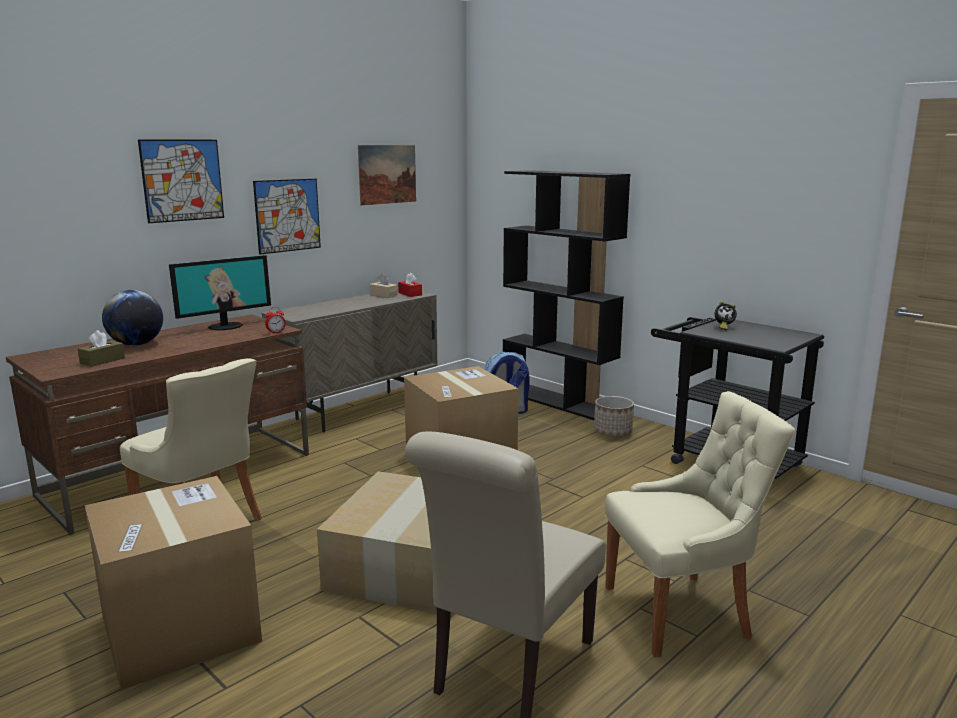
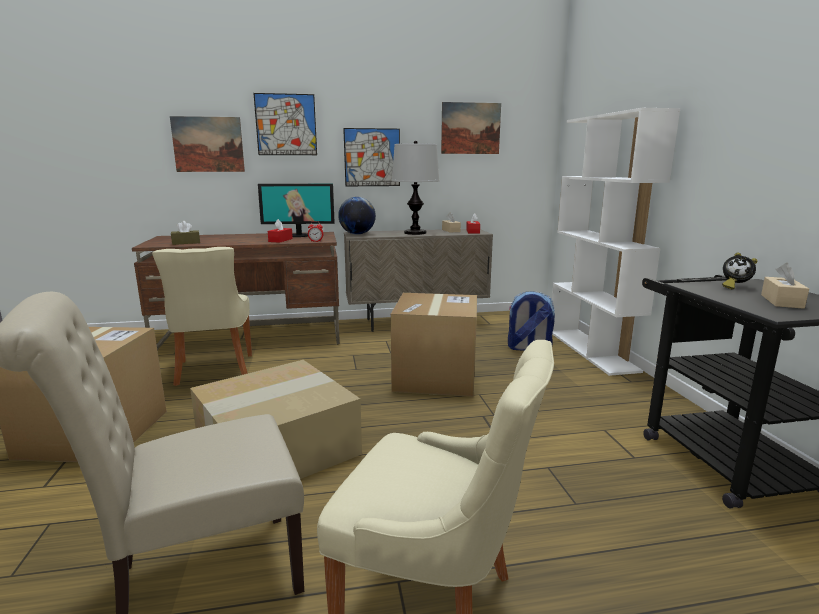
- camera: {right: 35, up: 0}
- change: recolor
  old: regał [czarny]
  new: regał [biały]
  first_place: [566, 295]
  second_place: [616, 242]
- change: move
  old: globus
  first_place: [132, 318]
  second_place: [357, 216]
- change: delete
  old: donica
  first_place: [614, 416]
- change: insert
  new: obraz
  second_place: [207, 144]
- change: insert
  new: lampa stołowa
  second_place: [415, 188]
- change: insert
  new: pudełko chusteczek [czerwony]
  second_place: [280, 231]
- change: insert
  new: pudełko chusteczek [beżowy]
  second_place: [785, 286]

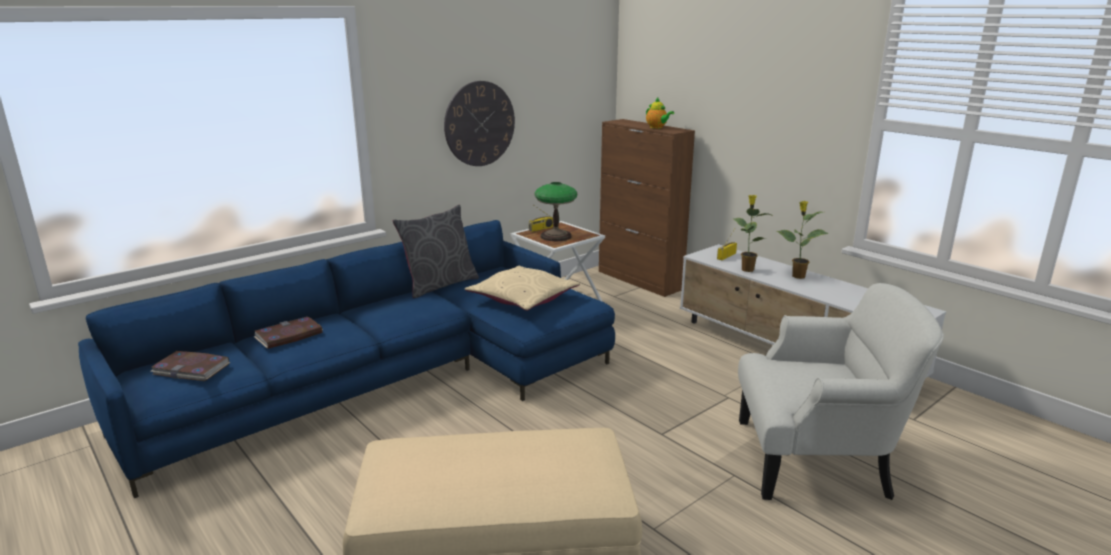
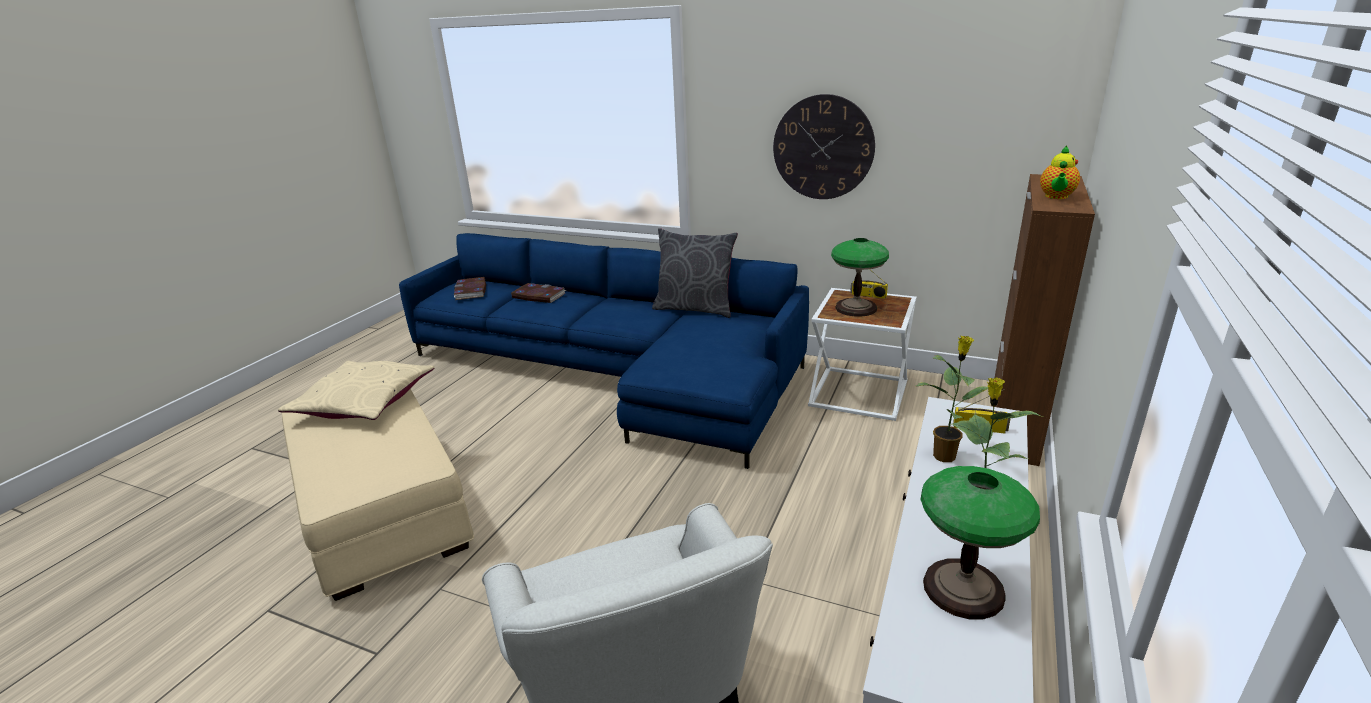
- camera: {right: 65, up: 5}
- change: move
  old: poduszka [beżowy]
  first_place: [522, 288]
  second_place: [356, 390]
- change: insert
  new: lampa stołowa
  second_place: [980, 542]

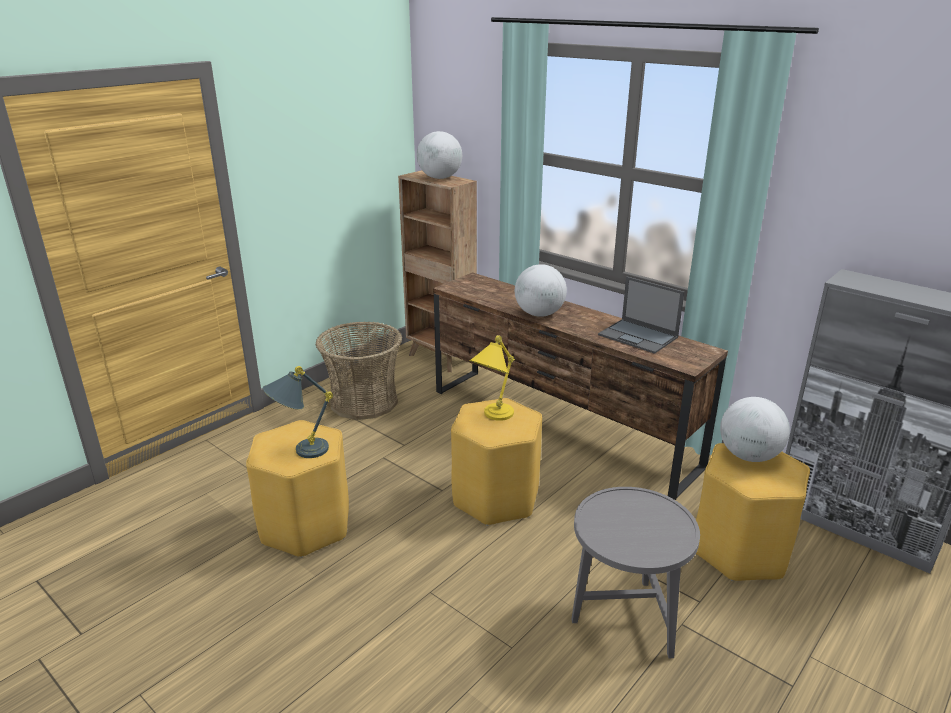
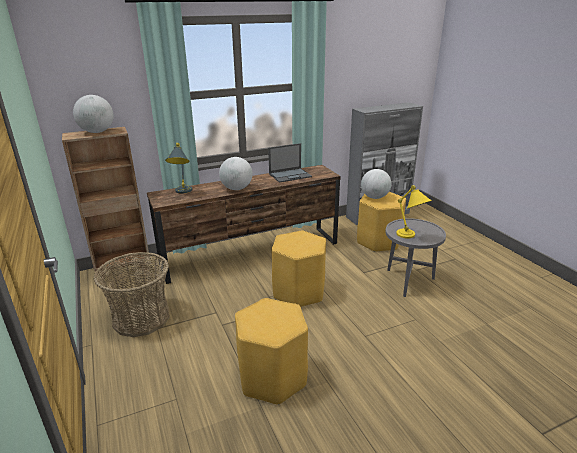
- camera: {right: -65, up: 0}
- change: move
  old: lampa stołowa [żółty]
  first_place: [492, 378]
  second_place: [414, 212]
- change: move
  old: lampa stołowa [szary]
  first_place: [298, 412]
  second_place: [178, 168]

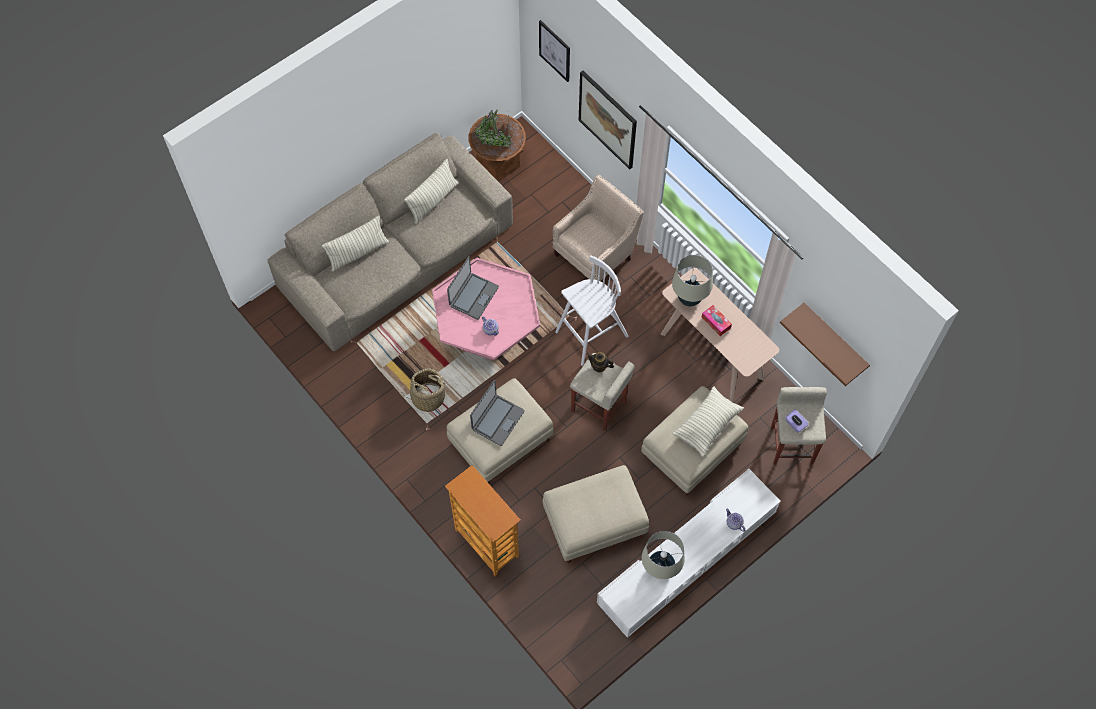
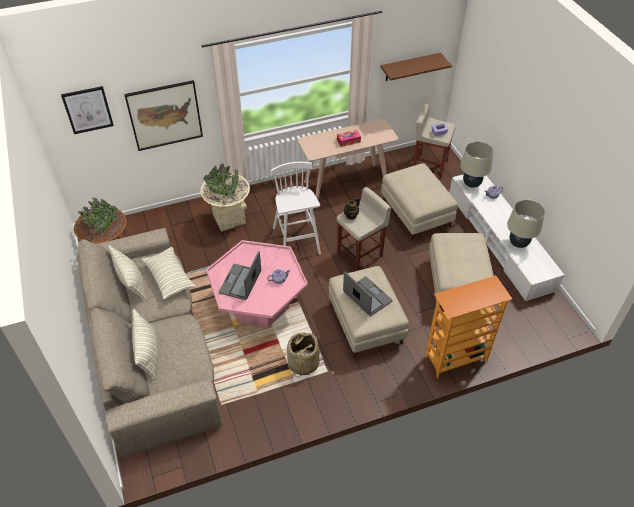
- camera: {right: -70, up: -15}
- change: replace
  old: fotel [beżowy]
  new: donica [beżowy]
  first_place: [598, 228]
  second_place: [225, 197]
- change: move
  old: lampa stołowa [beżowy]
  first_place: [692, 280]
  second_place: [476, 164]
- change: rotate
  old: laptop
  first_place: [473, 288]
  second_place: [240, 275]
  degrees: -120
- change: move
  old: poduszka
  first_place: [708, 421]
  second_place: [169, 273]

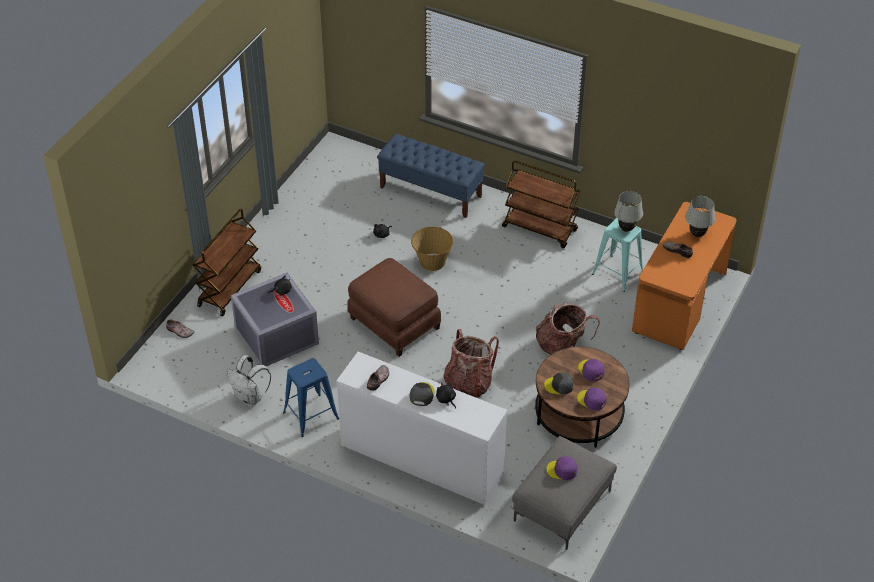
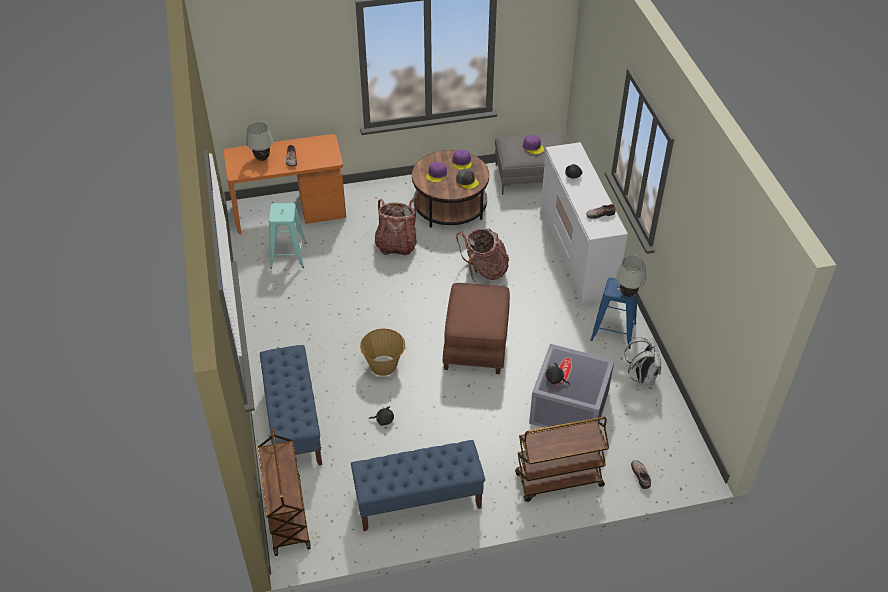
- camera: {right: -130, up: 0}
- change: move
  old: wózek [brązowy]
  first_place: [541, 204]
  second_place: [284, 491]
- change: move
  old: lampa stołowa [biały]
  first_place: [628, 211]
  second_place: [631, 276]
- change: delete
  old: czapka z daszkiem [szary]
  first_place: [422, 394]
- change: insert
  new: ławka [niebieski]
  second_place: [418, 485]

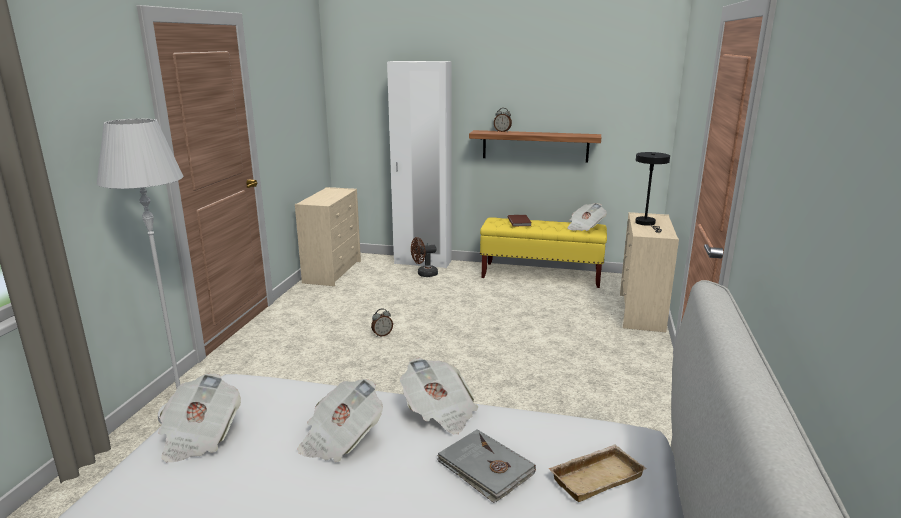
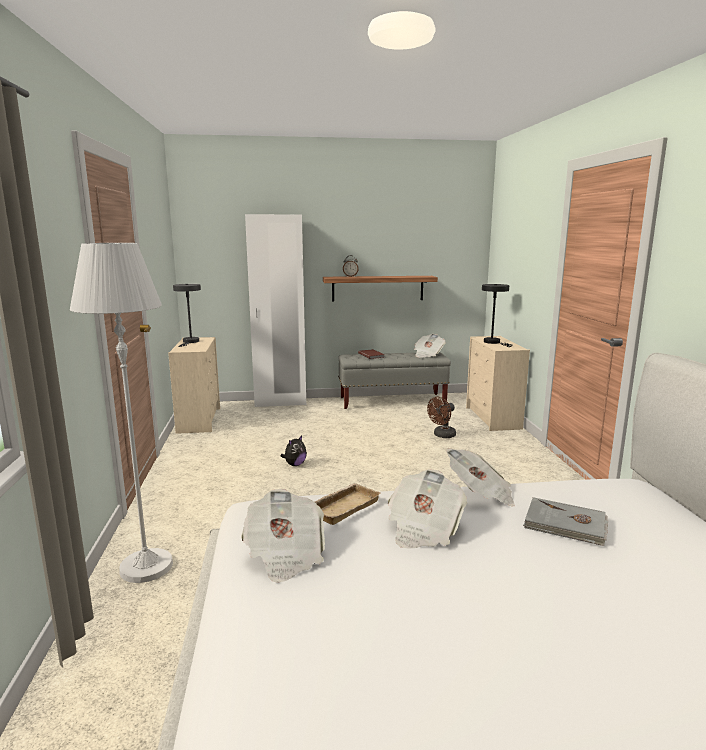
- camera: {right: -20, up: -5}
- change: recolor
  old: ławka [żółty]
  new: ławka [szary]
  first_place: [543, 252]
  second_place: [394, 380]
- change: move
  old: wentylator [brązowy]
  first_place: [424, 257]
  second_place: [441, 417]
- change: replace
  old: budzik
  new: pluszak
  first_place: [382, 322]
  second_place: [294, 451]
- change: move
  old: taca [beżowy]
  first_place: [597, 473]
  second_place: [347, 504]
- change: insert
  new: lampa stołowa [szary]
  second_place: [187, 315]

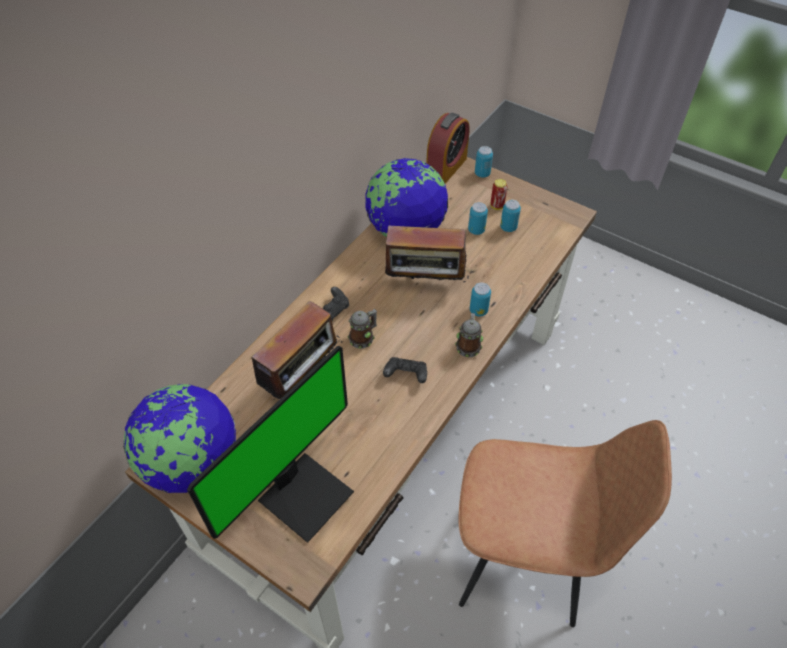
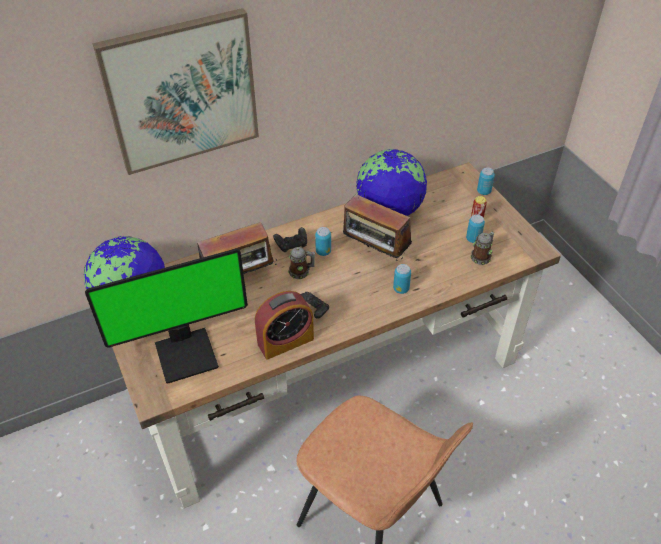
- camera: {right: 30, up: -5}
- change: move
  old: budzik
  first_place: [448, 148]
  second_place: [284, 325]
- change: move
  old: puszka
  first_place: [478, 218]
  second_place: [323, 241]
- change: move
  old: kubek
  first_place: [469, 335]
  second_place: [482, 248]
- change: insert
  new: obraz
  second_place: [175, 91]

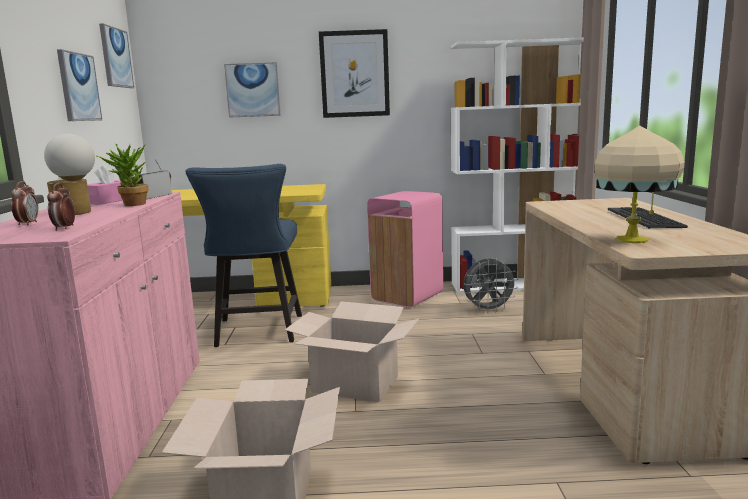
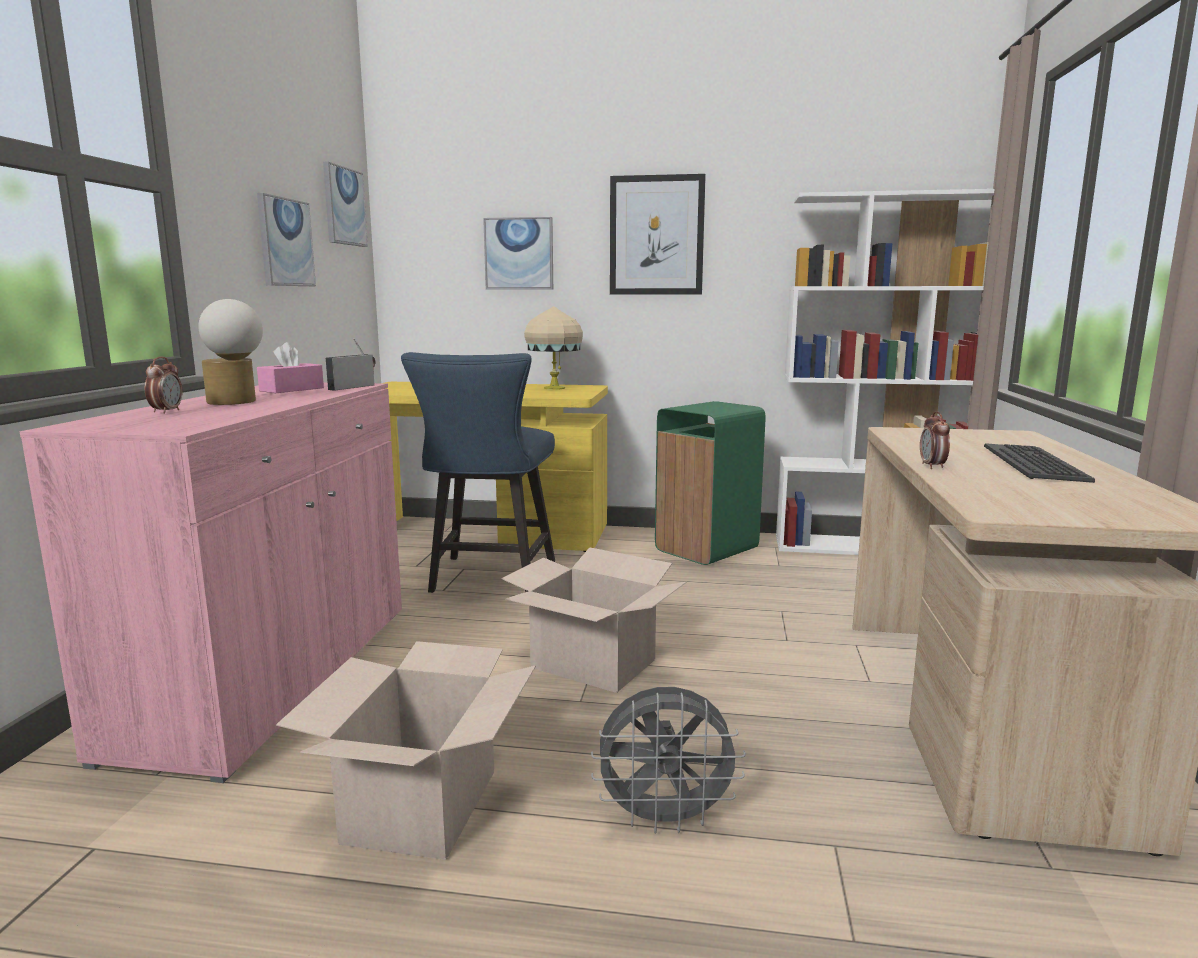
- camera: {right: 10, up: 0}
- change: move
  old: lampa stołowa [beżowy]
  first_place: [639, 184]
  second_place: [553, 348]
- change: delete
  old: roślina doniczkowa
  first_place: [122, 175]
- change: move
  old: budzik
  first_place: [61, 207]
  second_place: [935, 440]
- change: recolor
  old: kosz na śmieci [różowy]
  new: kosz na śmieci [zielony]
  first_place: [405, 249]
  second_place: [710, 483]
- change: move
  old: wentylator [szary]
  first_place: [491, 285]
  second_place: [668, 760]

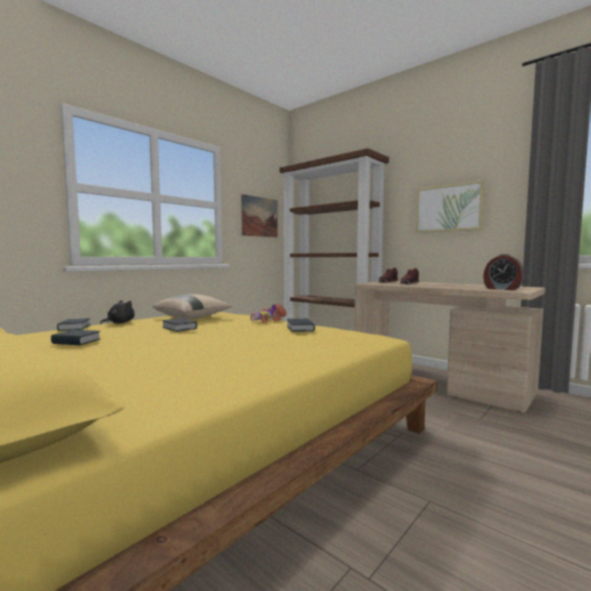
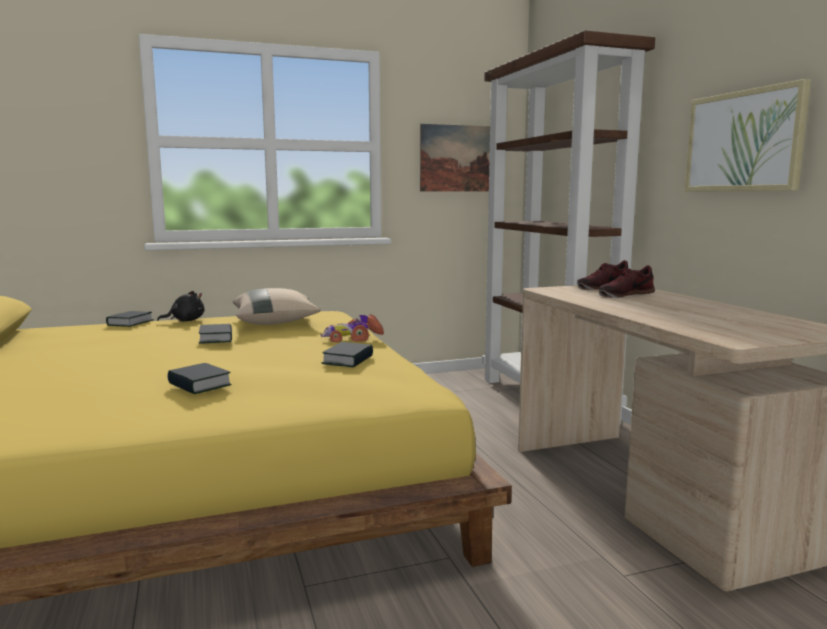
- camera: {right: 30, up: 5}
- change: delete
  old: budzik
  first_place: [503, 272]
- change: move
  old: książka
  first_place: [76, 337]
  second_place: [199, 378]

